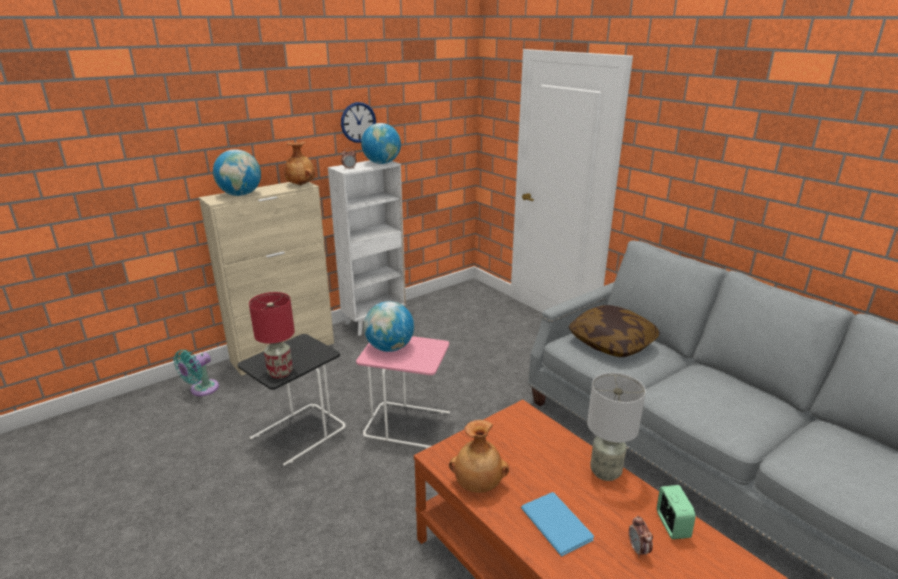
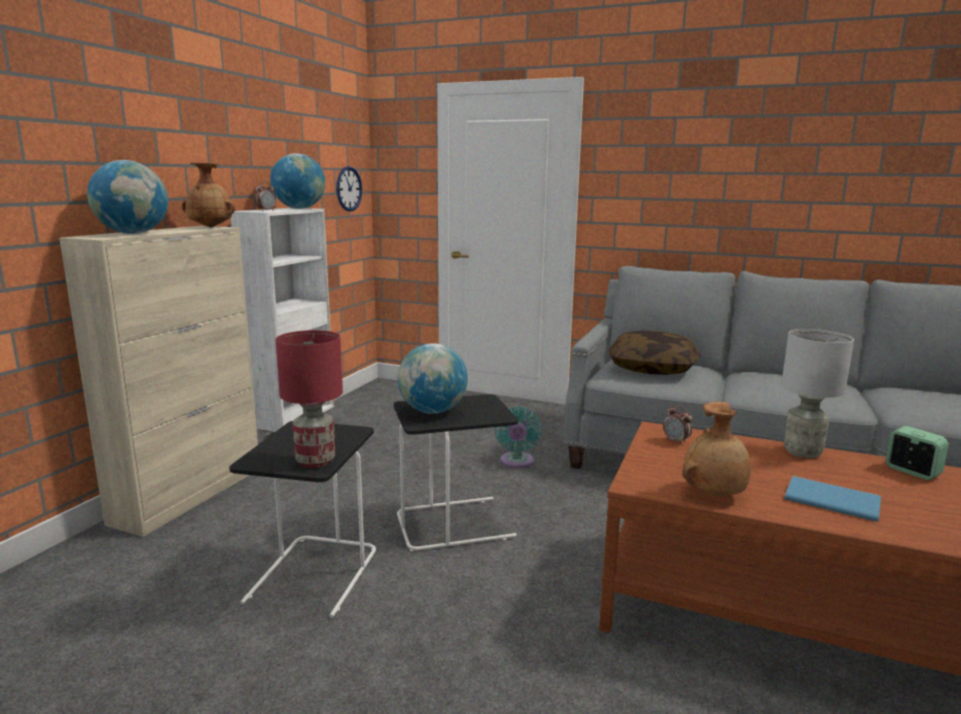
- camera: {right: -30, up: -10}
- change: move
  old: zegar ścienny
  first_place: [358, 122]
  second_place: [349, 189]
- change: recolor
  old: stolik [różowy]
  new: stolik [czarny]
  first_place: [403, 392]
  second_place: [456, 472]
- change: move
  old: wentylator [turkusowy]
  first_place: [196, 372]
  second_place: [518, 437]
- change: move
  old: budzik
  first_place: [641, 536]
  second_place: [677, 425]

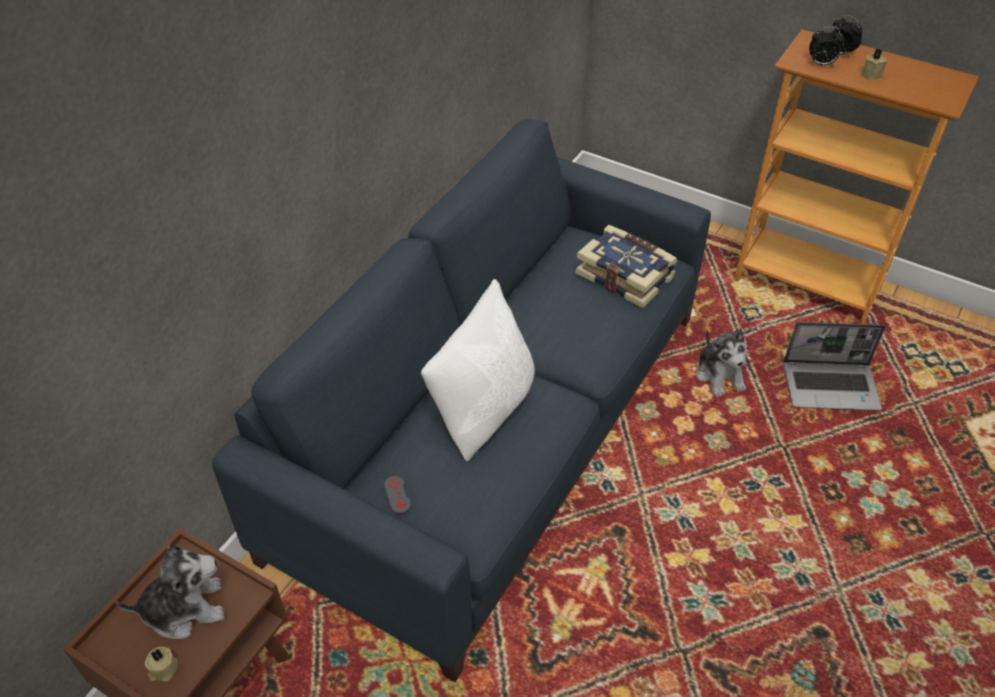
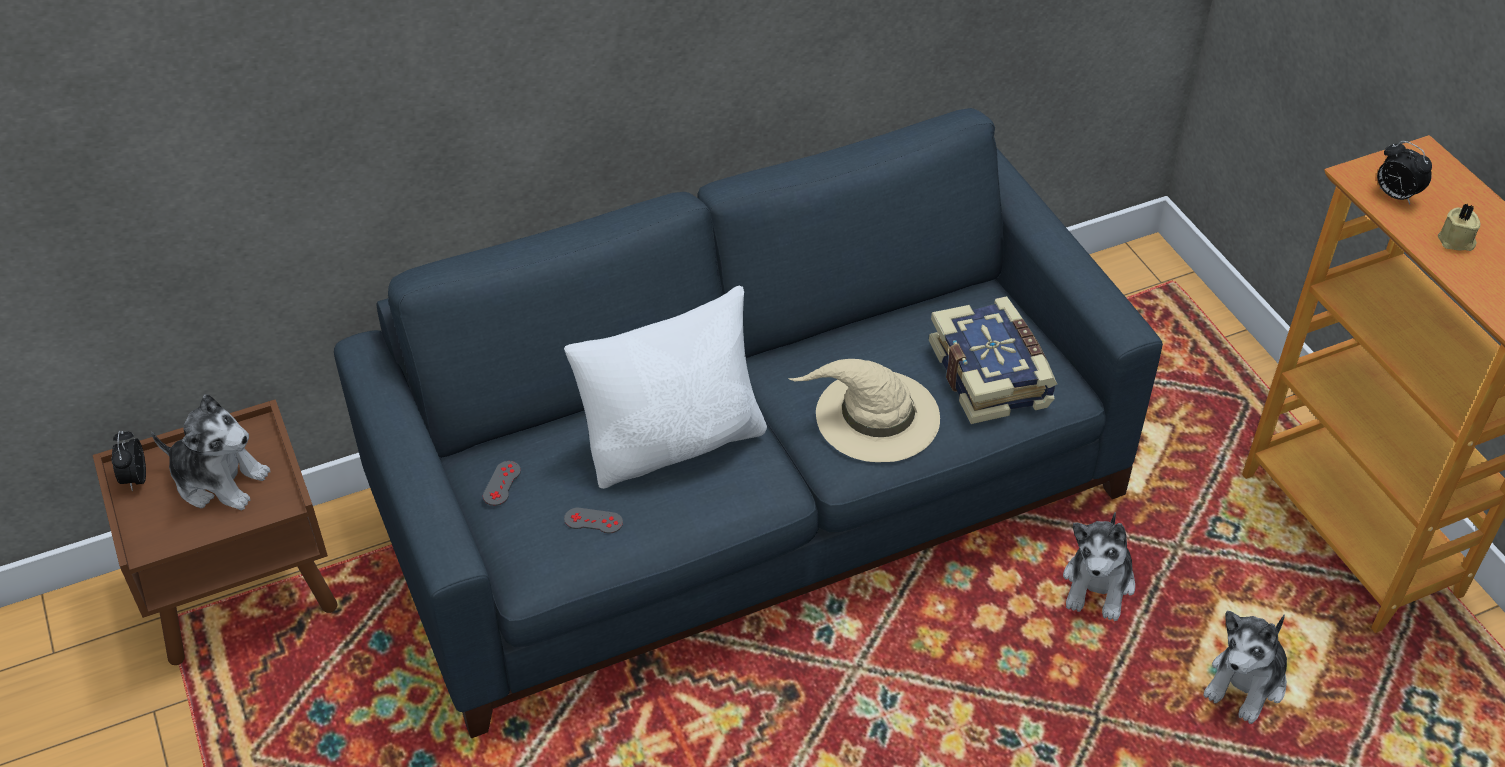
- camera: {right: 35, up: 0}
- change: move
  old: budzik
  first_place: [847, 36]
  second_place: [128, 461]
- change: replace
  old: laptop
  new: pluszak
  first_place: [834, 366]
  second_place: [1245, 667]
- change: delete
  old: świeca [beżowy]
  first_place: [160, 664]
- change: insert
  new: kapelusz [beżowy]
  second_place: [864, 410]
- change: insert
  new: pad do gier [szary]
  second_place: [593, 521]

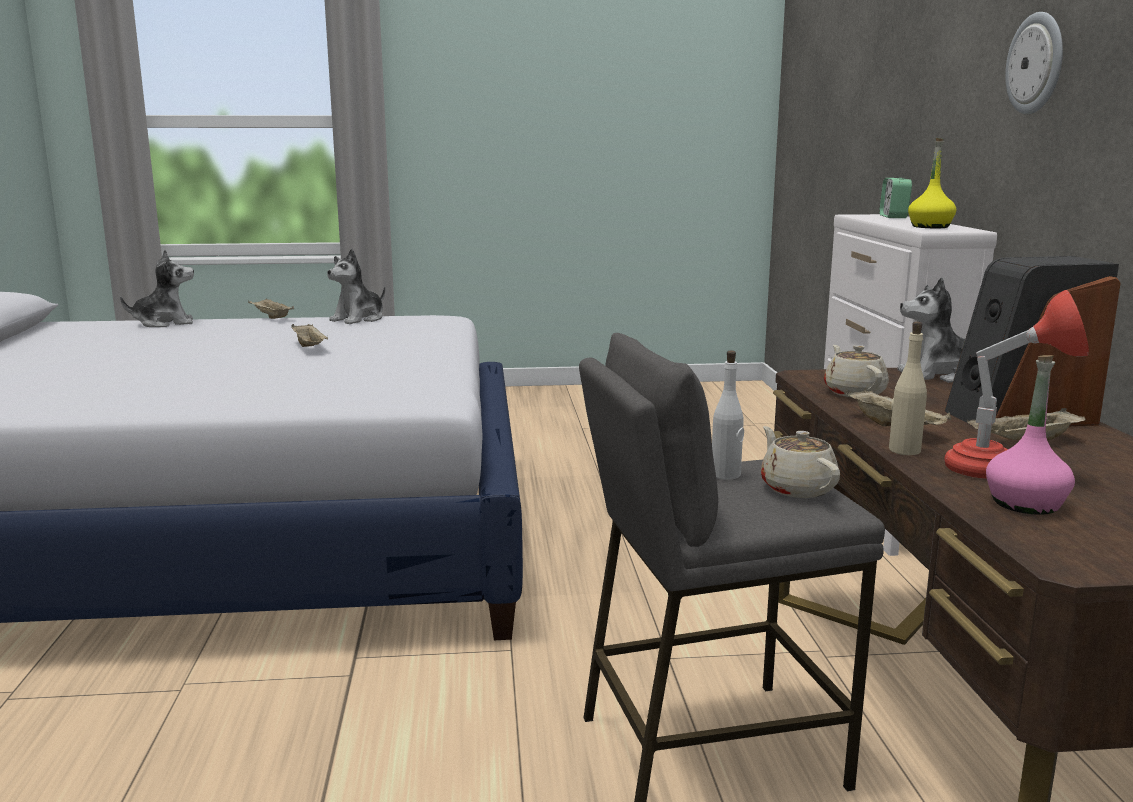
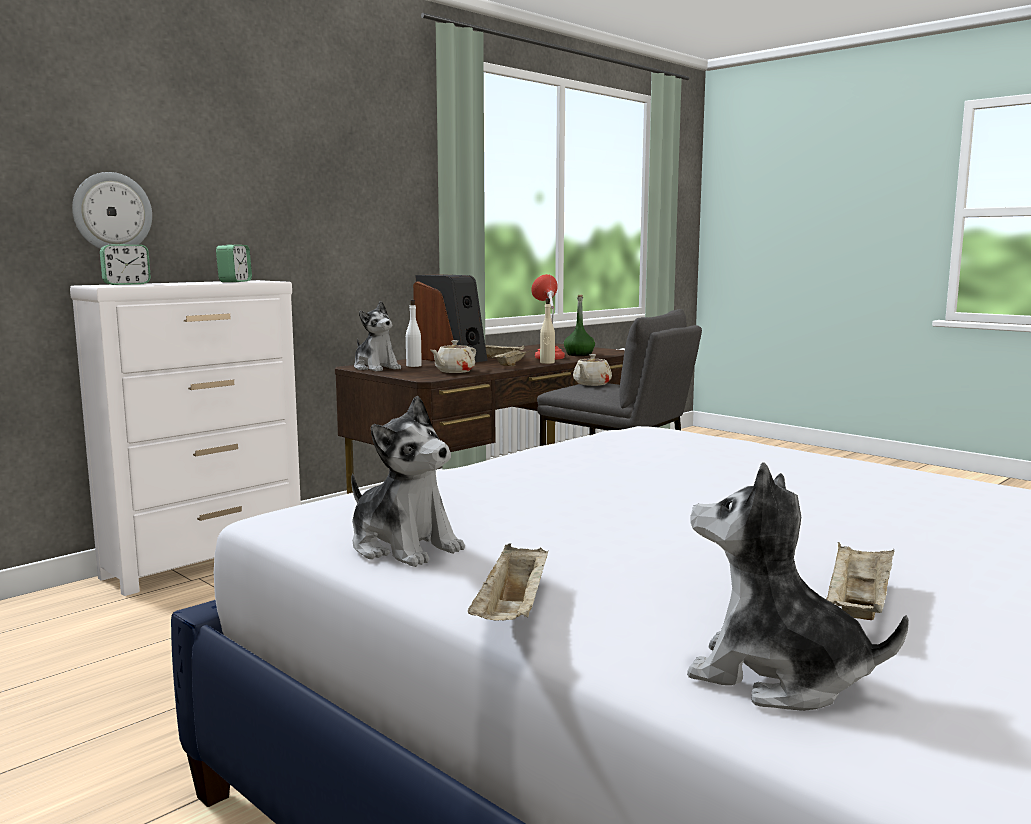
- camera: {right: -130, up: -5}
- change: move
  old: zegar ścienny
  first_place: [1034, 63]
  second_place: [112, 210]
- change: replace
  old: butelka [żółty]
  new: budzik
  first_place: [932, 183]
  second_place: [234, 263]
- change: rotate
  old: pluszak
  first_place: [356, 286]
  second_place: [408, 481]
  degrees: 45
- change: move
  old: taca [beżowy]
  first_place: [309, 335]
  second_place: [860, 580]
- change: move
  old: butelka [biały]
  first_place: [728, 415]
  second_place: [414, 333]
- change: recolor
  old: butelka [różowy]
  new: butelka [zielony]
  first_place: [1030, 435]
  second_place: [579, 325]

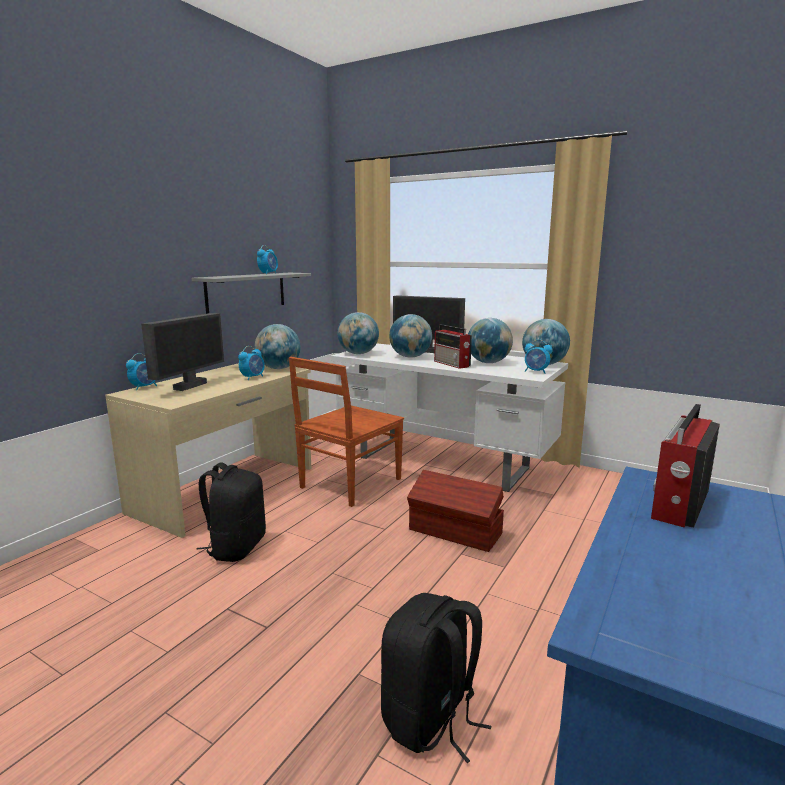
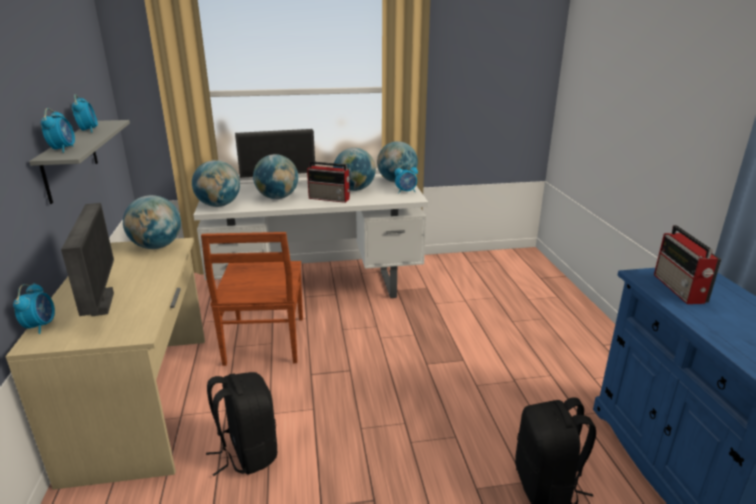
- camera: {right: -40, up: 10}
- change: move
  old: budzik
  first_place: [251, 363]
  second_place: [58, 130]
- change: delete
  old: pojemnik do przechowywania [brązowy]
  first_place: [455, 511]

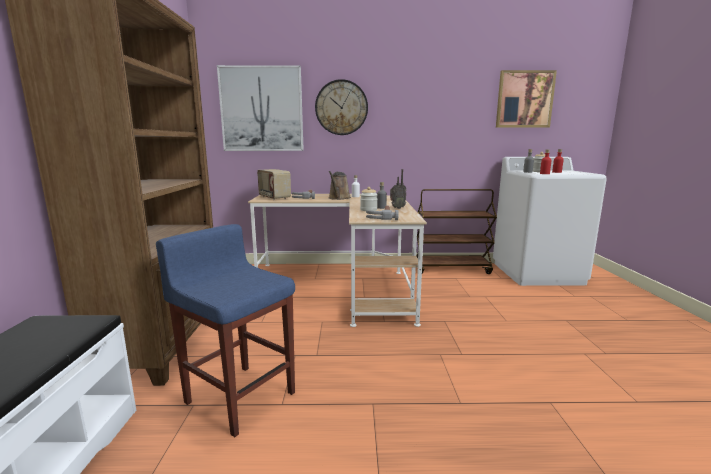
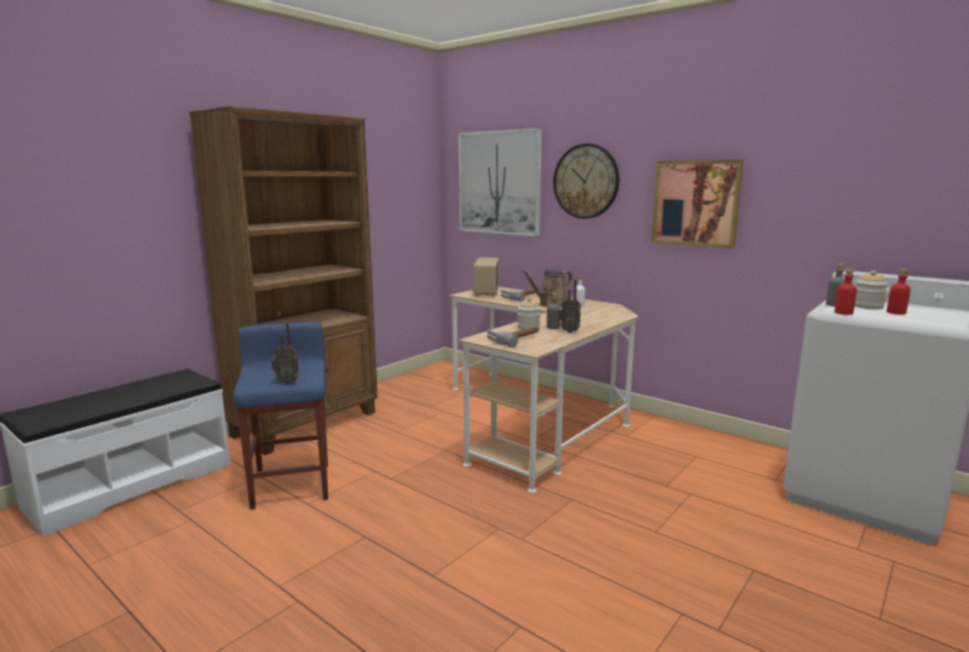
- camera: {right: 40, up: 0}
- change: move
  old: obraz
  first_place: [526, 99]
  second_place: [697, 204]
- change: delete
  old: wózek [brązowy]
  first_place: [456, 231]
- change: insert
  new: radio
  second_place: [285, 353]

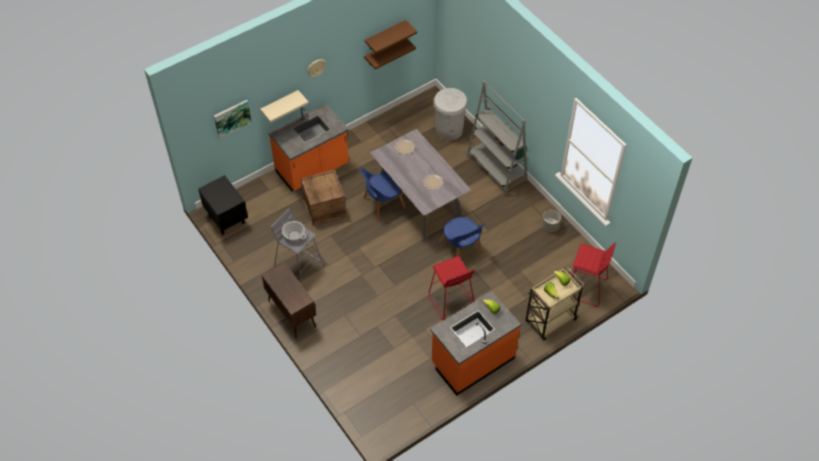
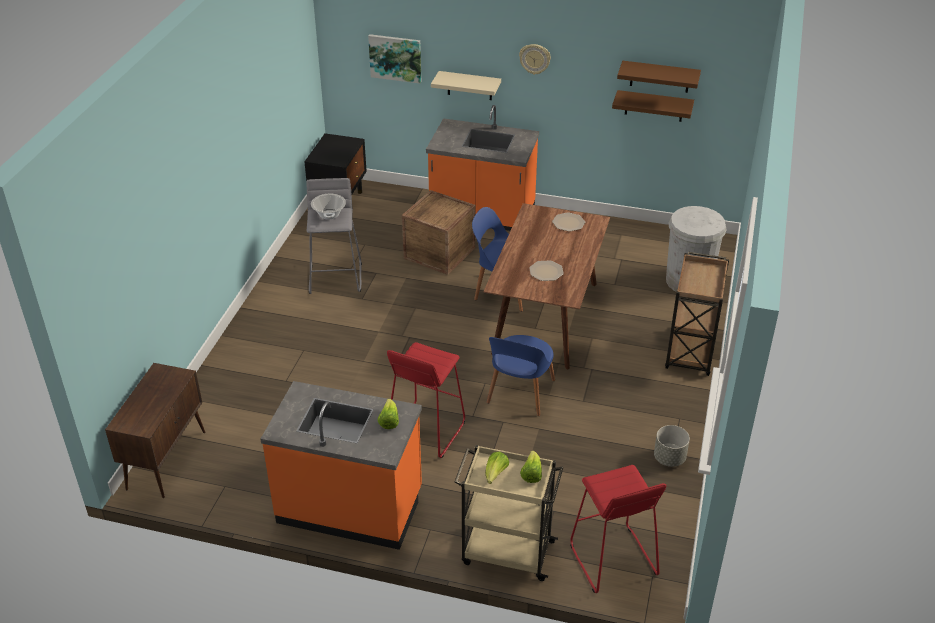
- camera: {right: 50, up: -15}
- change: replace
  old: regał [szary]
  new: wózek [brązowy]
  first_place: [497, 138]
  second_place: [697, 314]
- change: recolor
  old: stół jadalny [szary]
  new: stół jadalny [brązowy]
  first_place: [420, 185]
  second_place: [546, 286]
- change: move
  old: szafka [brązowy]
  first_place: [289, 300]
  second_place: [155, 430]

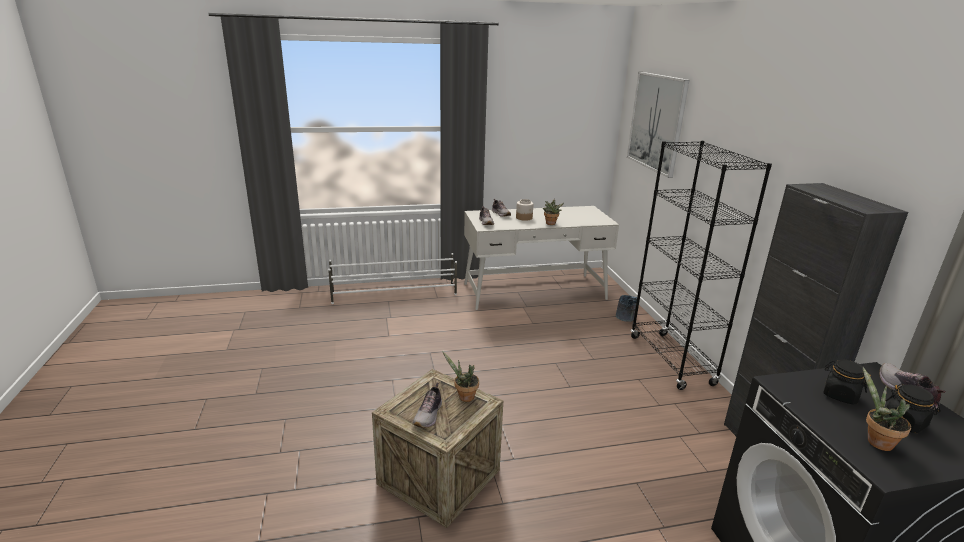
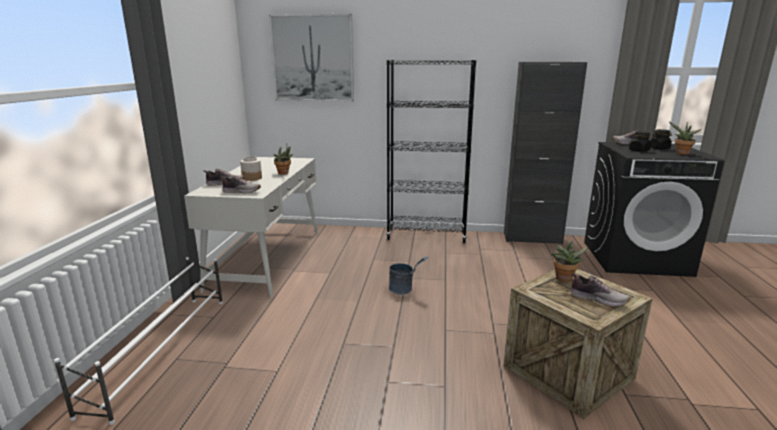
- camera: {right: -70, up: -5}
- change: move
  old: wiadro [szary]
  first_place: [626, 308]
  second_place: [408, 275]

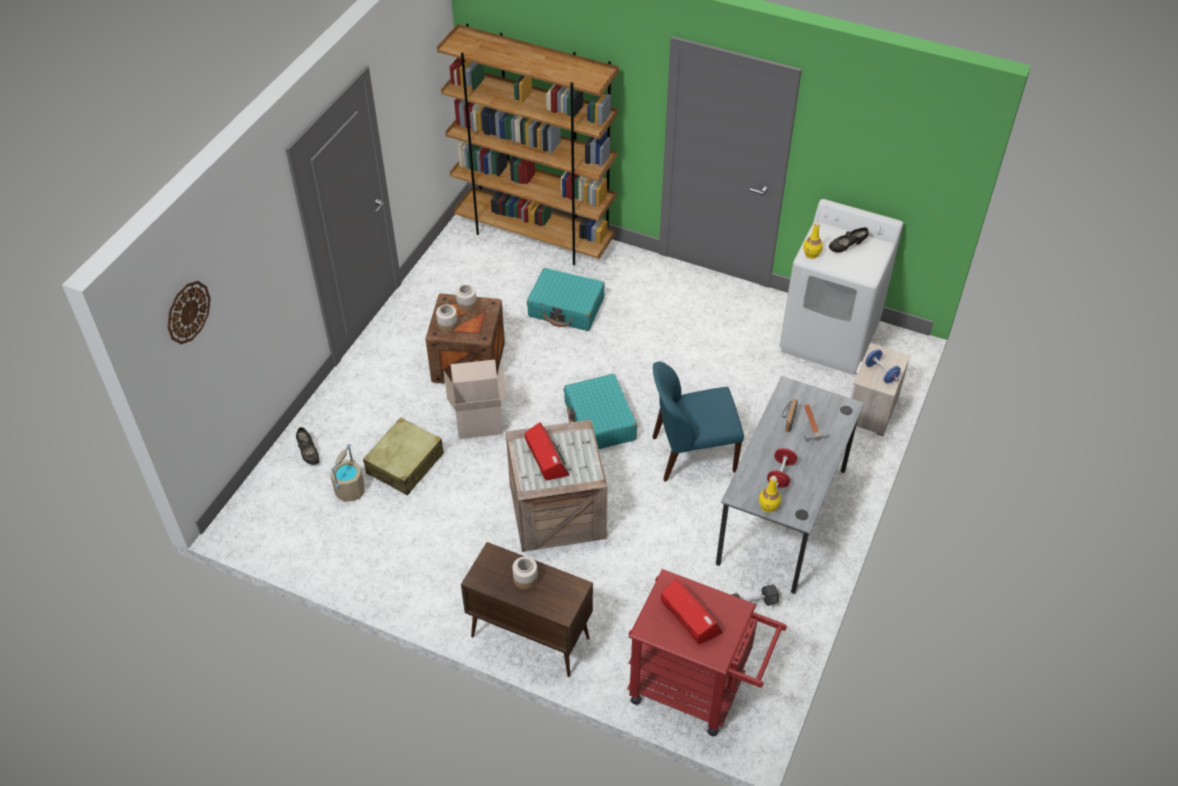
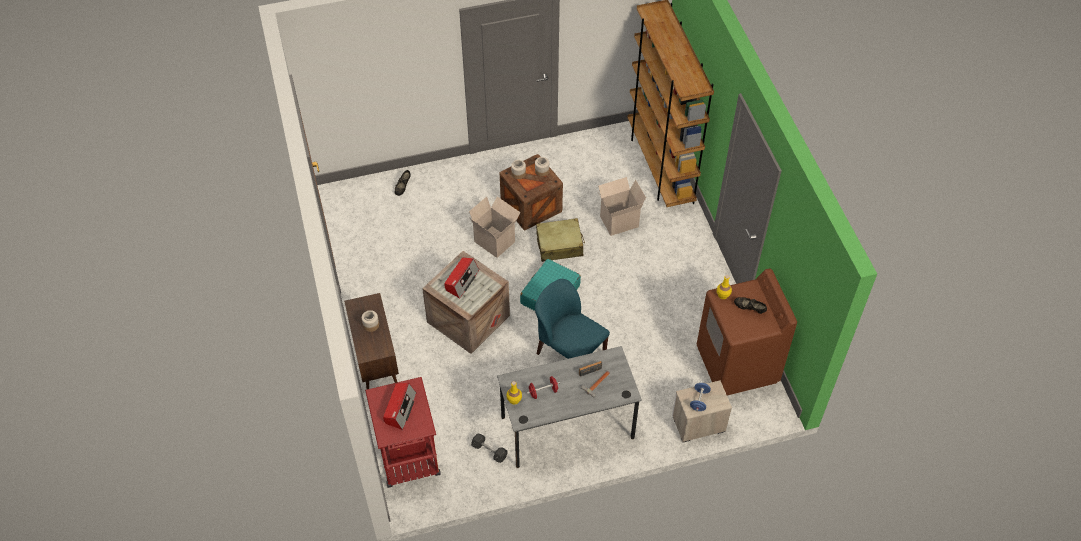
- camera: {right: 50, up: 5}
- change: recolor
  old: pralka [biały]
  new: pralka [brązowy]
  first_place: [842, 287]
  second_place: [747, 331]
- change: replace
  old: walizka [turkusowy]
  new: karton
  first_place: [566, 299]
  second_place: [622, 206]
- change: delete
  old: zegar ścienny
  first_place: [189, 312]
- change: move
  old: walizka [beżowy]
  first_place: [403, 456]
  second_place: [560, 240]
- change: delete
  old: wiadro [beżowy]
  first_place: [347, 473]

